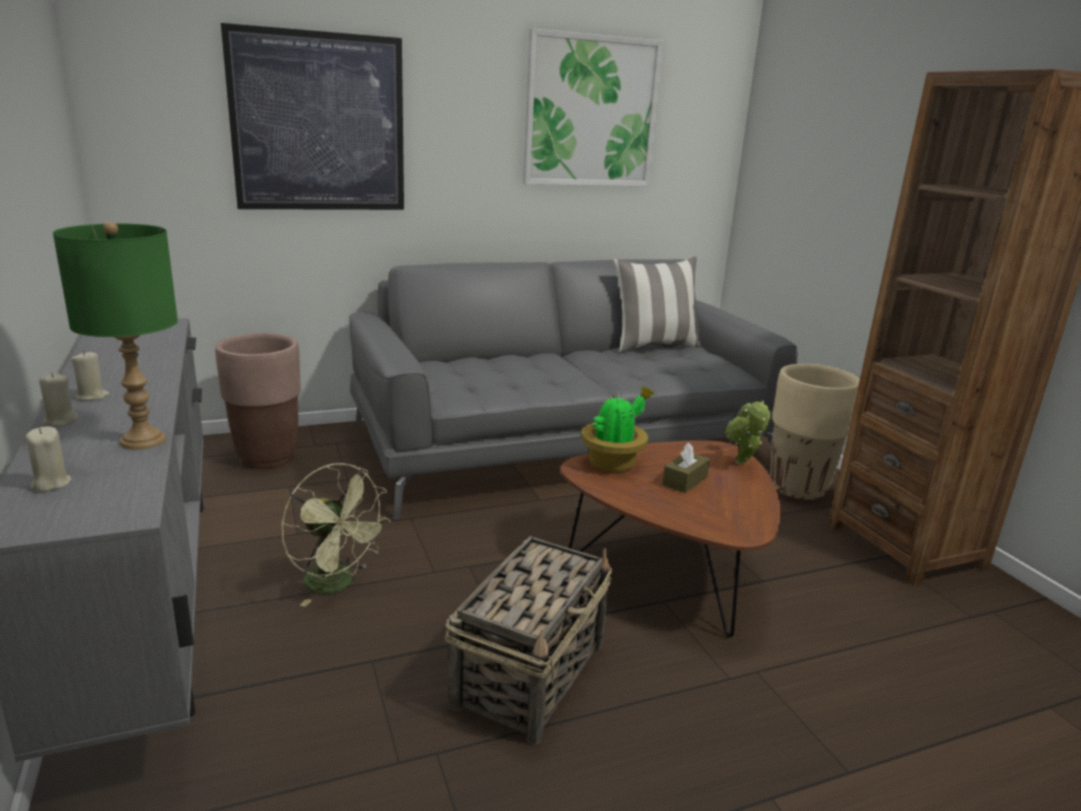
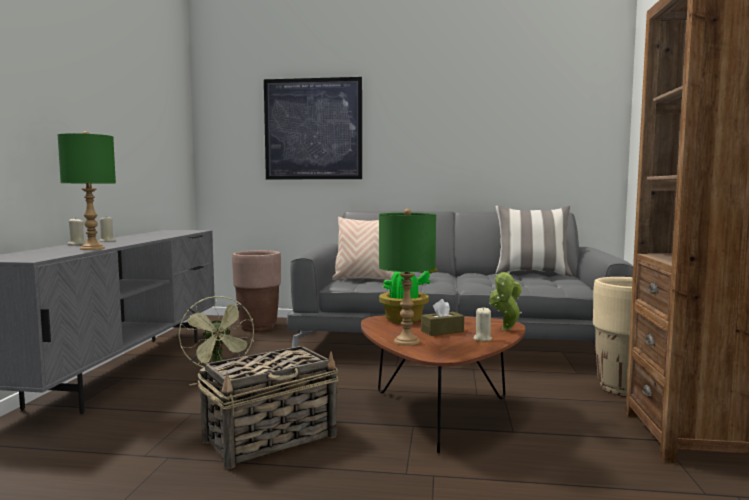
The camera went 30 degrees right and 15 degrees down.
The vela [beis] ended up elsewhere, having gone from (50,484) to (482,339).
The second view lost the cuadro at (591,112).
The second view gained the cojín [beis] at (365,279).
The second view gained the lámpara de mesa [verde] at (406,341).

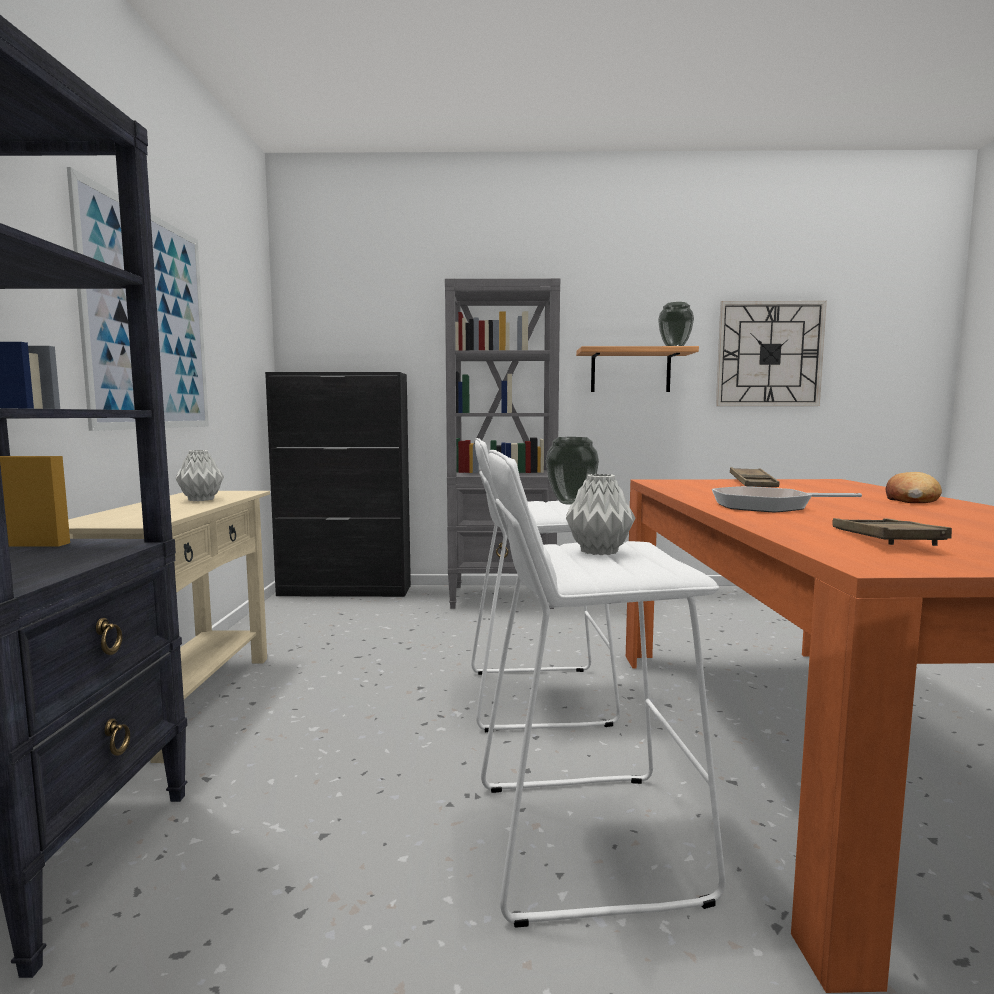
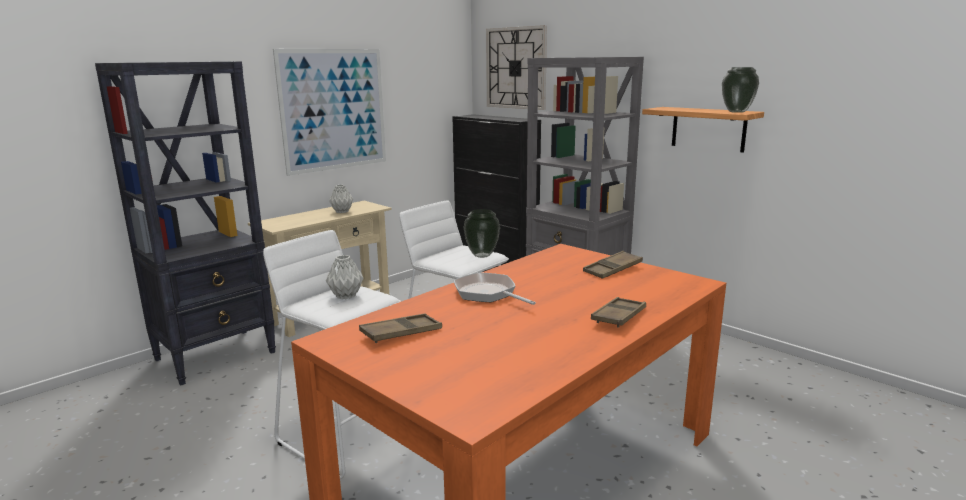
The camera went 45 degrees right and 10 degrees up.
The reloj de pared ended up elsewhere, having gone from (769,354) to (516,68).
Where the pan stood at (910,498), the bandeja [marrón] came to stand at (619,316).

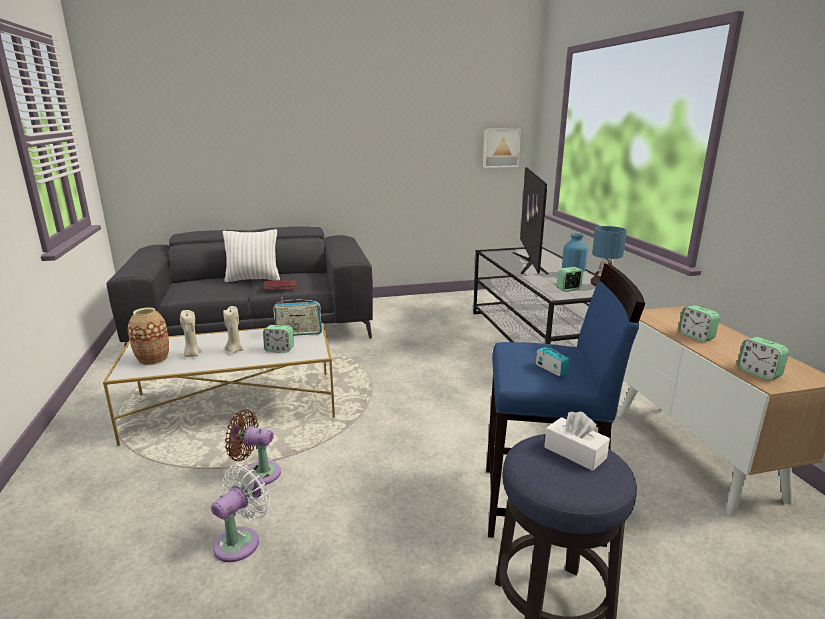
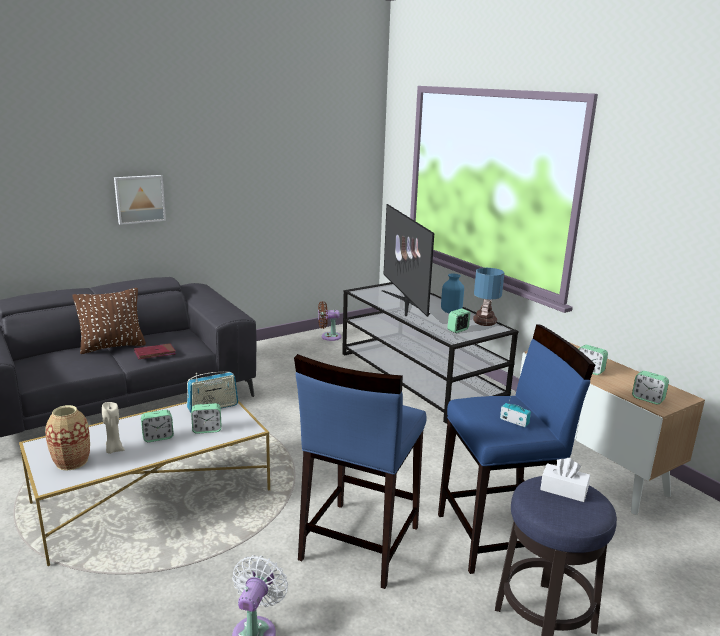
The camera went 20 degrees left and 0 degrees up.
What was the cojín [blanco] at (253,279) turned into the cojín [marrón] at (112,346).
Where the vela [beis] stood at (234,350), the despertador came to stand at (158,437).
The ventilador [marrón] ended up elsewhere, having gone from (257,473) to (328,337).
The cuadro ended up elsewhere, having gone from (500,148) to (139,199).
The second view gained the taburete [azul] at (358,543).

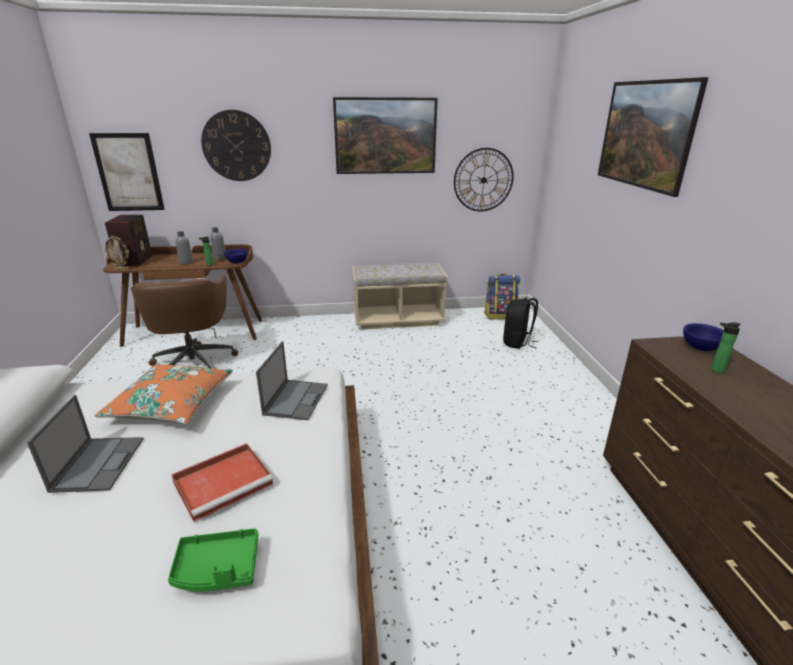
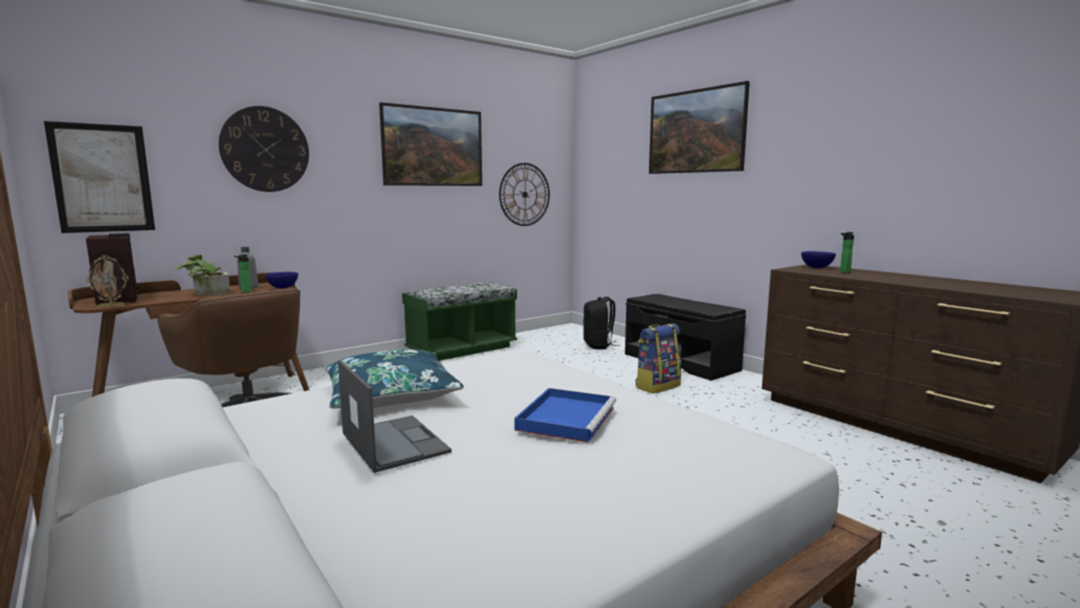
The camera went 30 degrees left and 15 degrees down.
What was the cojín [naranja] at (171,404) turned into the cojín [azul] at (390,395).
The second view lost the bandeja [verde] at (217,569).
What was the bandeja [rojo] at (225,482) turned into the bandeja [azul] at (566,418).
Where the botella [gris] stood at (186,262), the planta en maceta came to stand at (207,294).
The second view lost the portátil at (296,399).
What was the banco [beis] at (398,320) turned into the banco [verde] at (462,349).
The mochila ended up elsewhere, having gone from (500,315) to (657,386).
The second view gained the banco [negro] at (681,362).

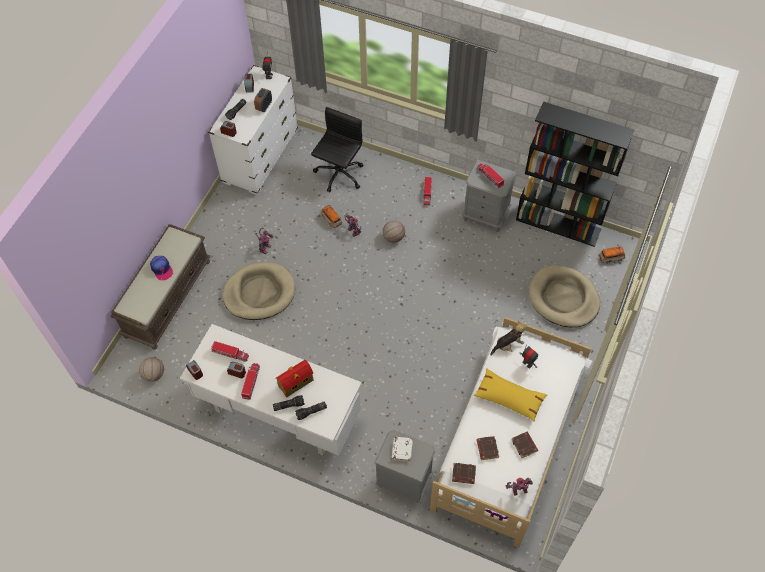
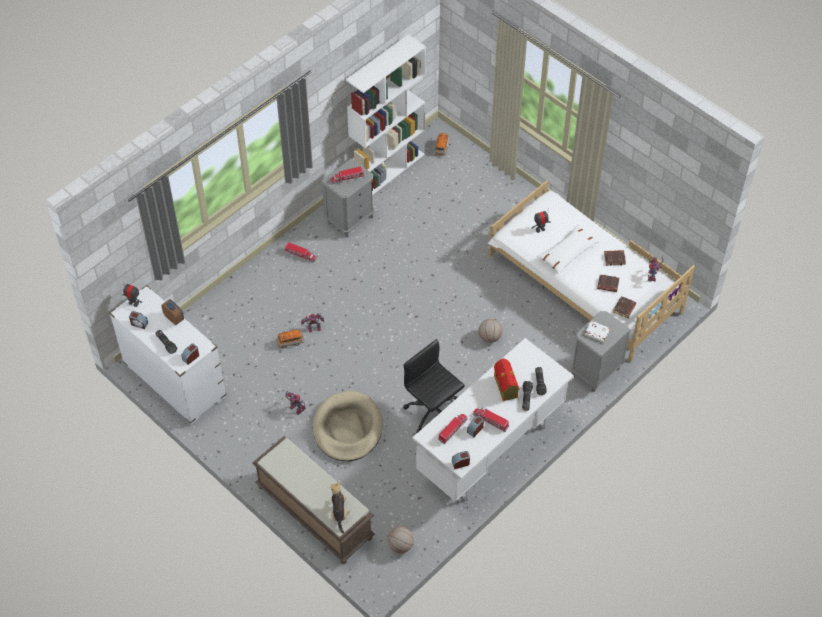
The camera went 70 degrees left and 5 degrees down.
The second view lost the gorra at (161,269).
The silla de oficina [negro] ended up elsewhere, having gone from (339,175) to (433,412).
The balón de baloncesto ended up elsewhere, having gone from (393,237) to (489,337).
What was the cojín [amarillo] at (509,398) turned into the cojín [blanco] at (567,253).
The peluche ended up elsewhere, having gone from (508,345) to (339,512).
What was the estantería [negro] at (558,224) turned into the estantería [blanco] at (388,170).
The second view lost the cama para perro [beis] at (563,298).

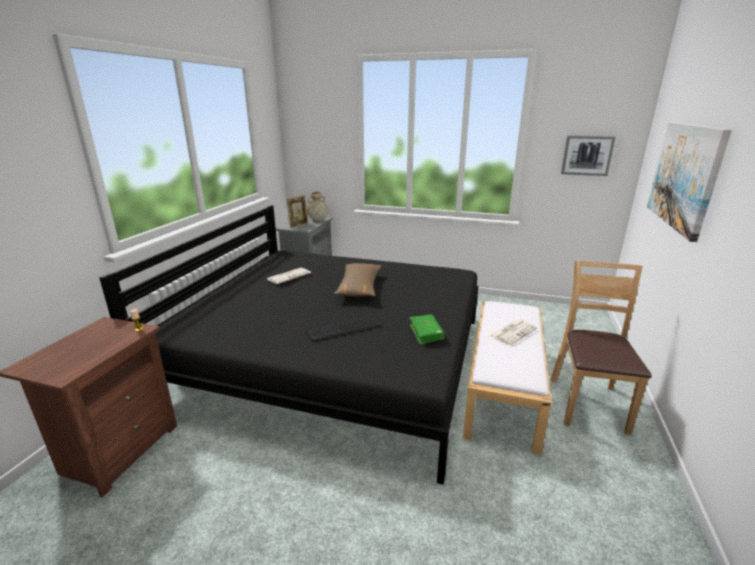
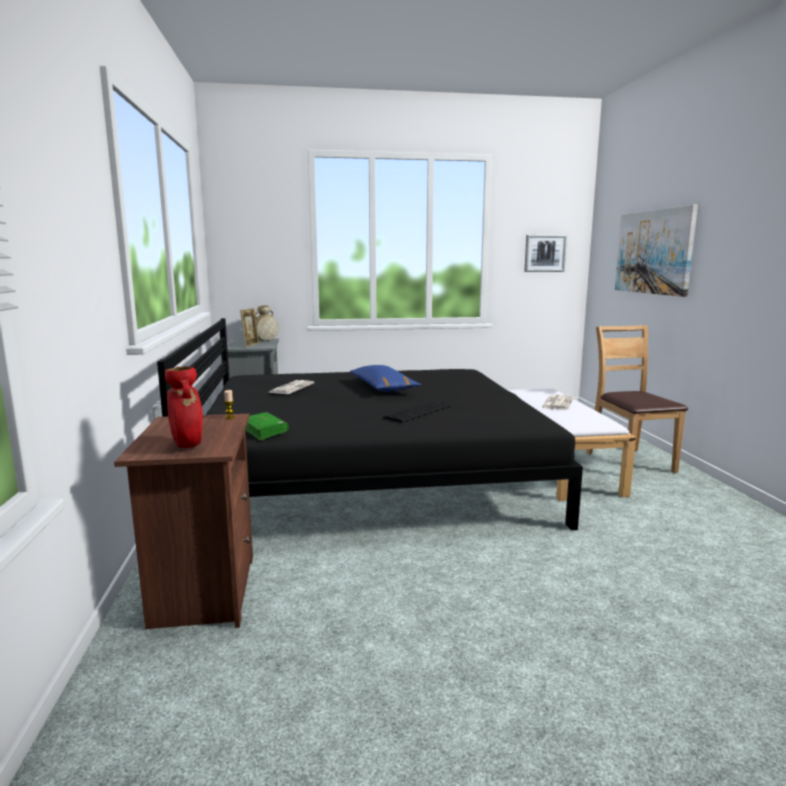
The camera went 25 degrees left and 10 degrees down.
What was the cojín [marrón] at (359,287) turned into the cojín [azul] at (383,387).
The libro [verde] ended up elsewhere, having gone from (426,333) to (264,432).
The second view gained the florero [rojo] at (188,446).

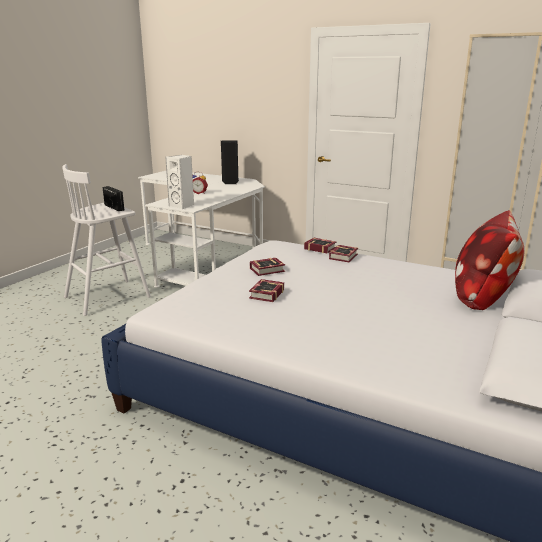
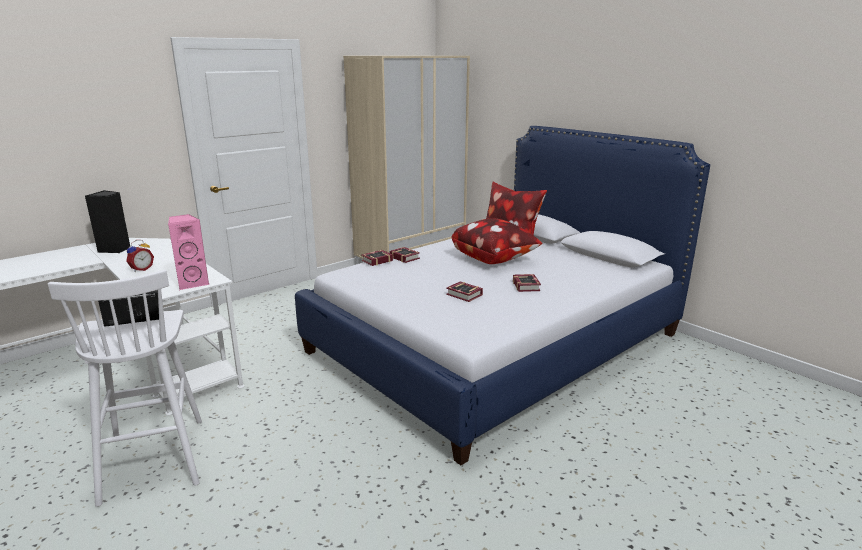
The camera went 70 degrees left and 0 degrees up.
What was the altavoz [blanco] at (182,206) turned into the altavoz [rosa] at (192,283).
The libro ended up elsewhere, having gone from (268,270) to (526,285).
The second view gained the cojín at (494,259).

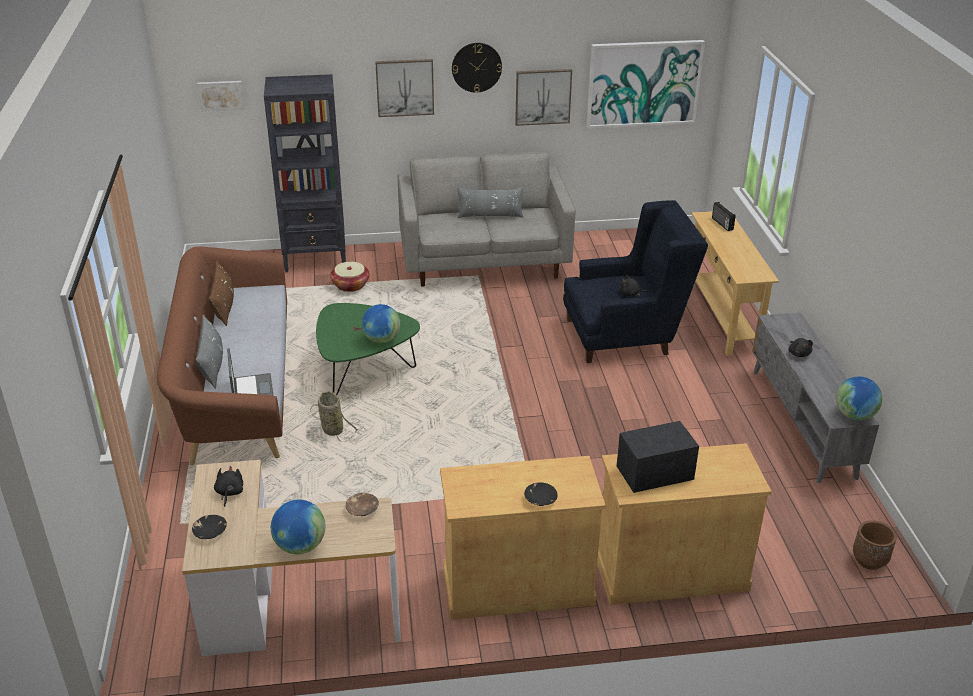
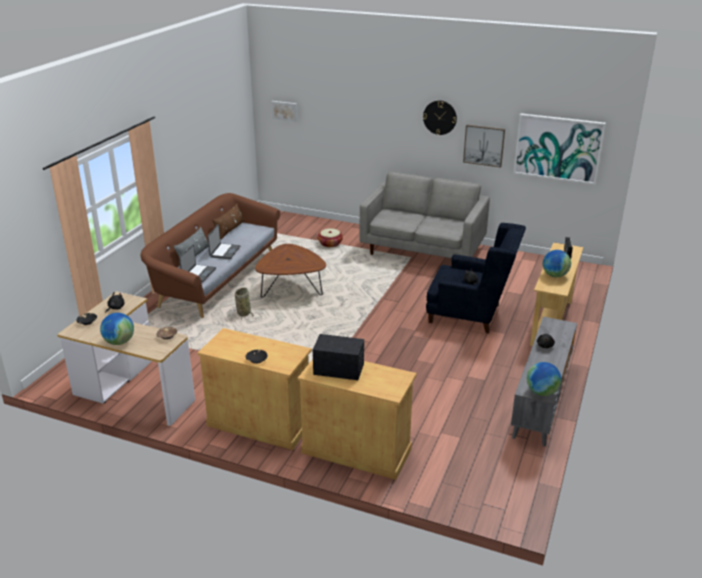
The camera went 30 degrees right and 5 degrees down.
The second view lost the estantería [negro] at (316,259).
What was the mesa de centro [verde] at (363,371) turned into the mesa de centro [marrón] at (291,289).
The globo terráqueo ended up elsewhere, having gone from (381,339) to (554,275).
The second view lost the cuadro at (405,87).
The second view lost the cojín [gris] at (490,215).
The second view lost the maceta [marrón] at (869,560).
The second view gained the portátil at (224,252).

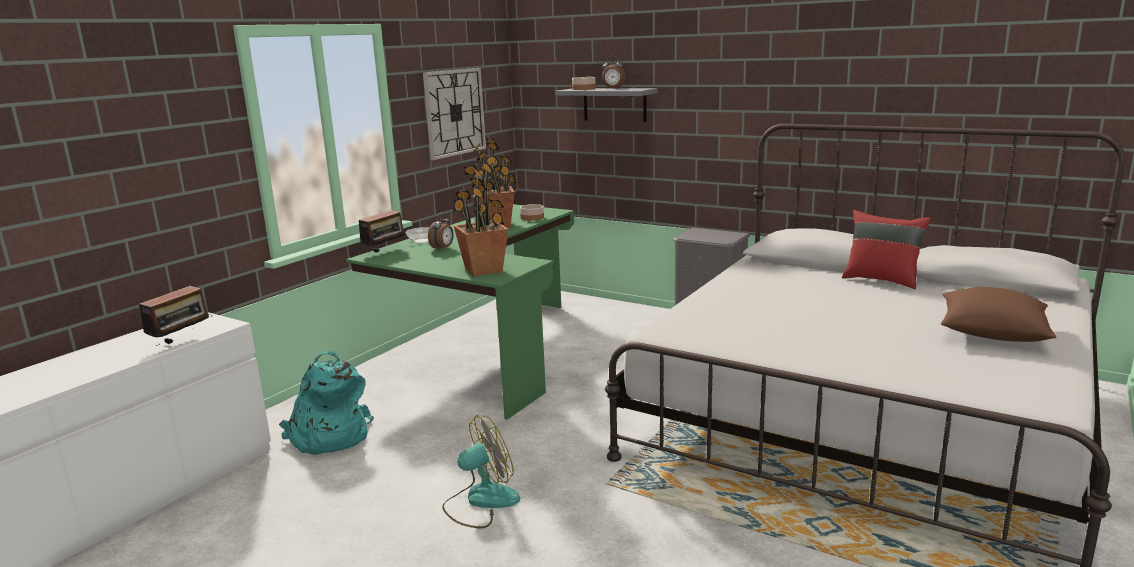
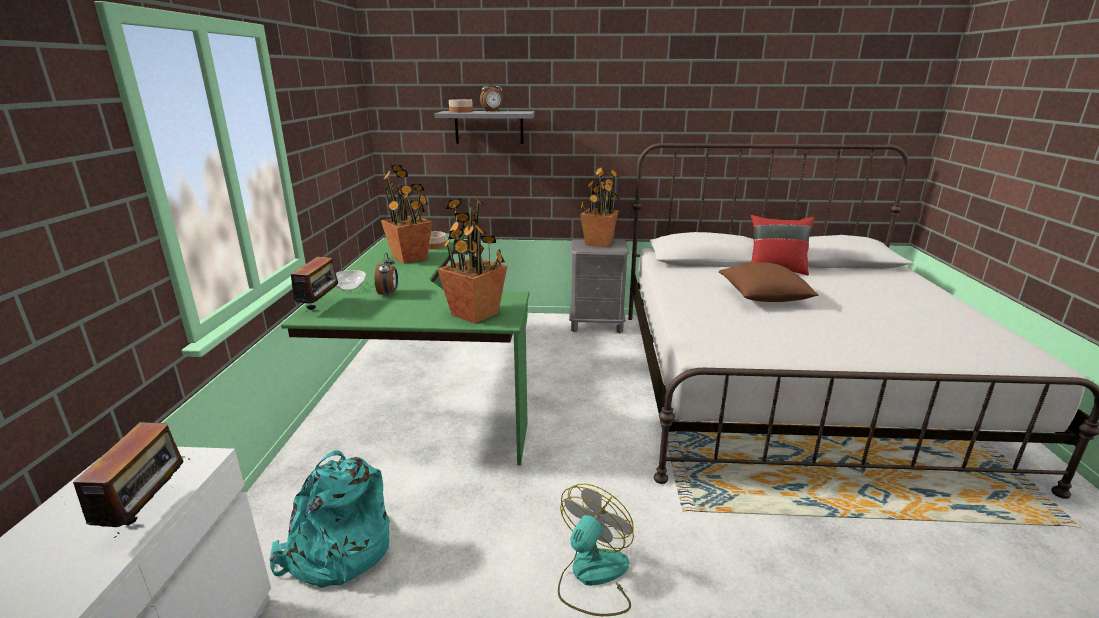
The camera went 30 degrees left and 5 degrees up.
The second view lost the reloj de pared at (454,112).
The cojín [marrón] ended up elsewhere, having gone from (992,334) to (763,297).
The second view gained the planta en maceta at (598,243).

